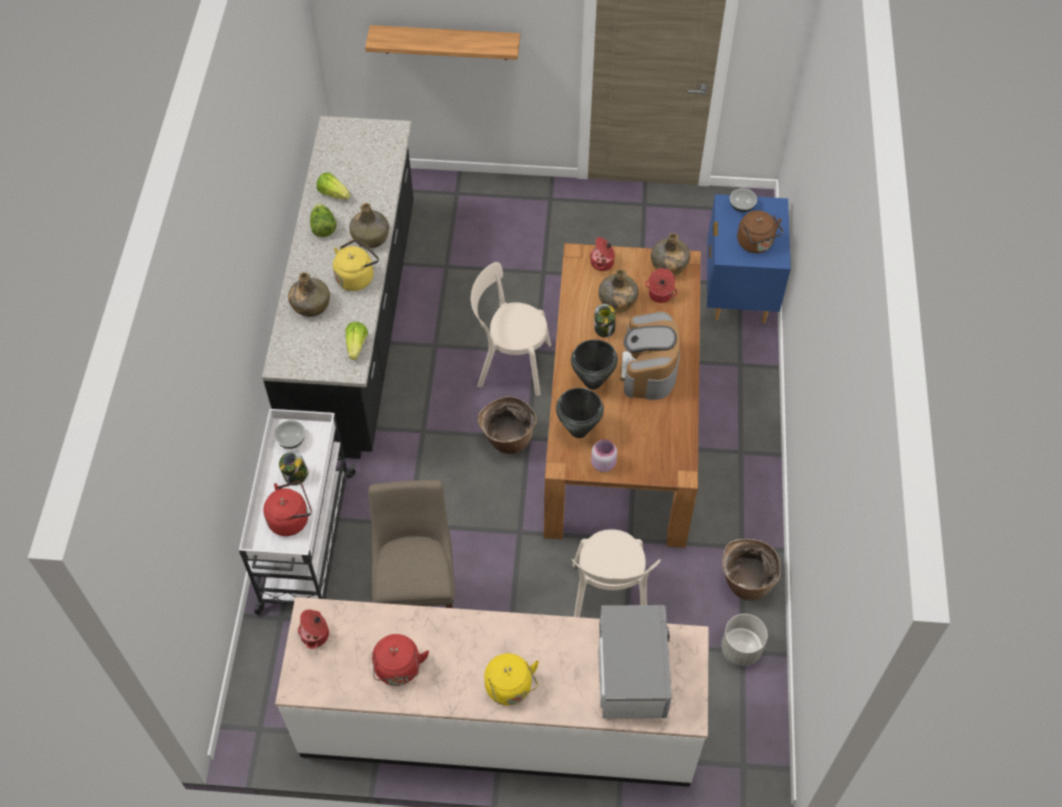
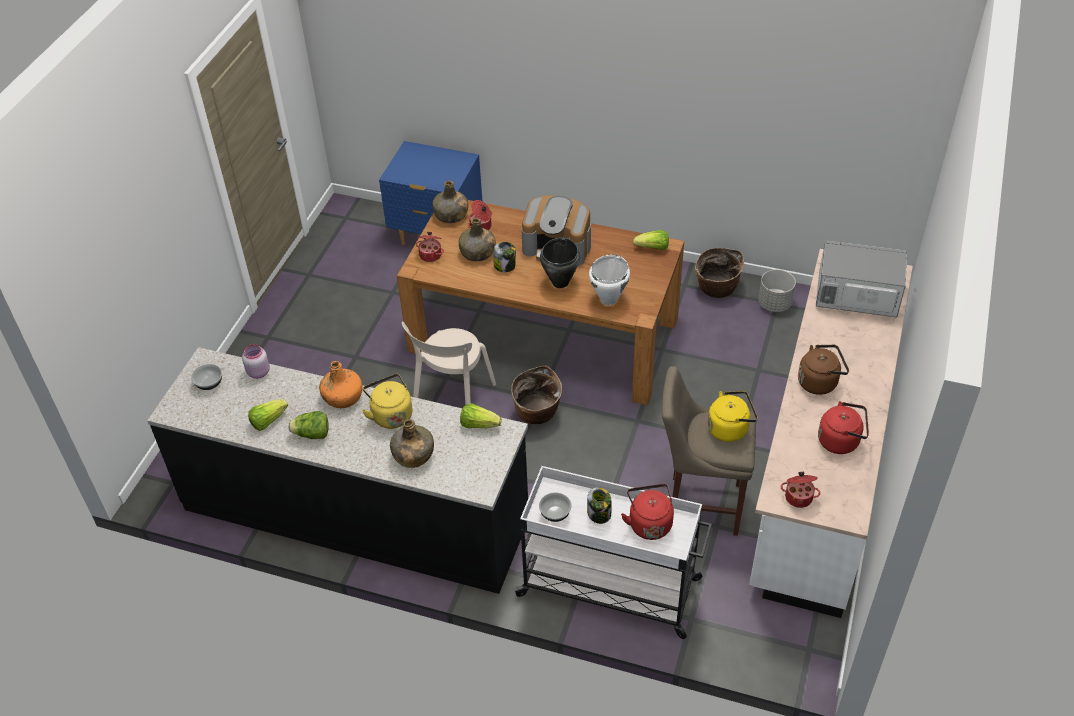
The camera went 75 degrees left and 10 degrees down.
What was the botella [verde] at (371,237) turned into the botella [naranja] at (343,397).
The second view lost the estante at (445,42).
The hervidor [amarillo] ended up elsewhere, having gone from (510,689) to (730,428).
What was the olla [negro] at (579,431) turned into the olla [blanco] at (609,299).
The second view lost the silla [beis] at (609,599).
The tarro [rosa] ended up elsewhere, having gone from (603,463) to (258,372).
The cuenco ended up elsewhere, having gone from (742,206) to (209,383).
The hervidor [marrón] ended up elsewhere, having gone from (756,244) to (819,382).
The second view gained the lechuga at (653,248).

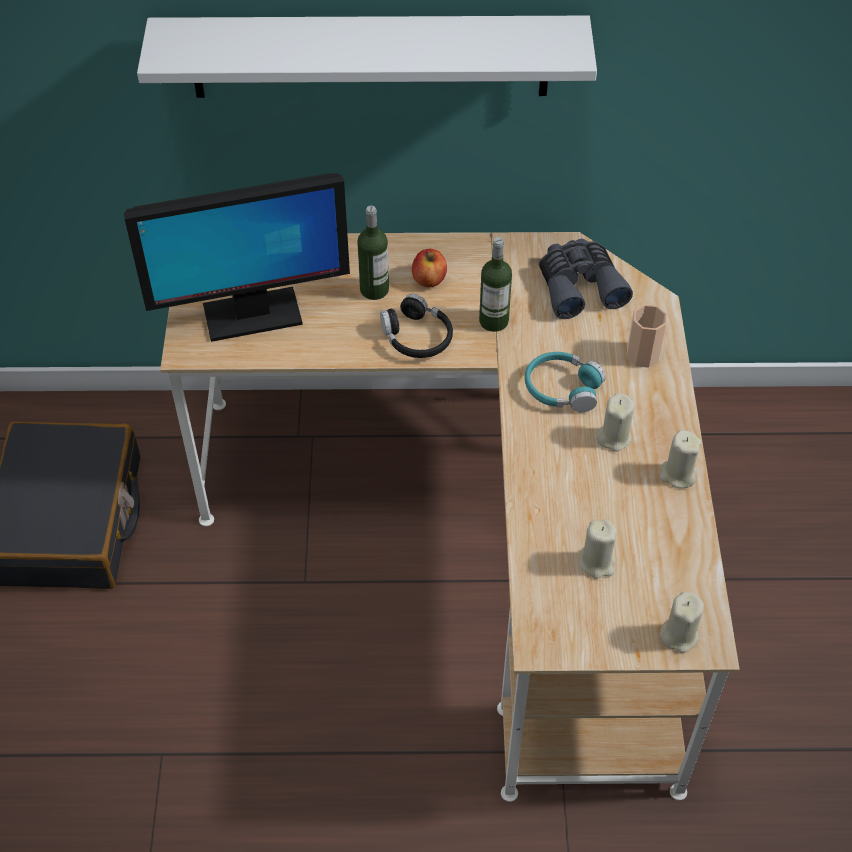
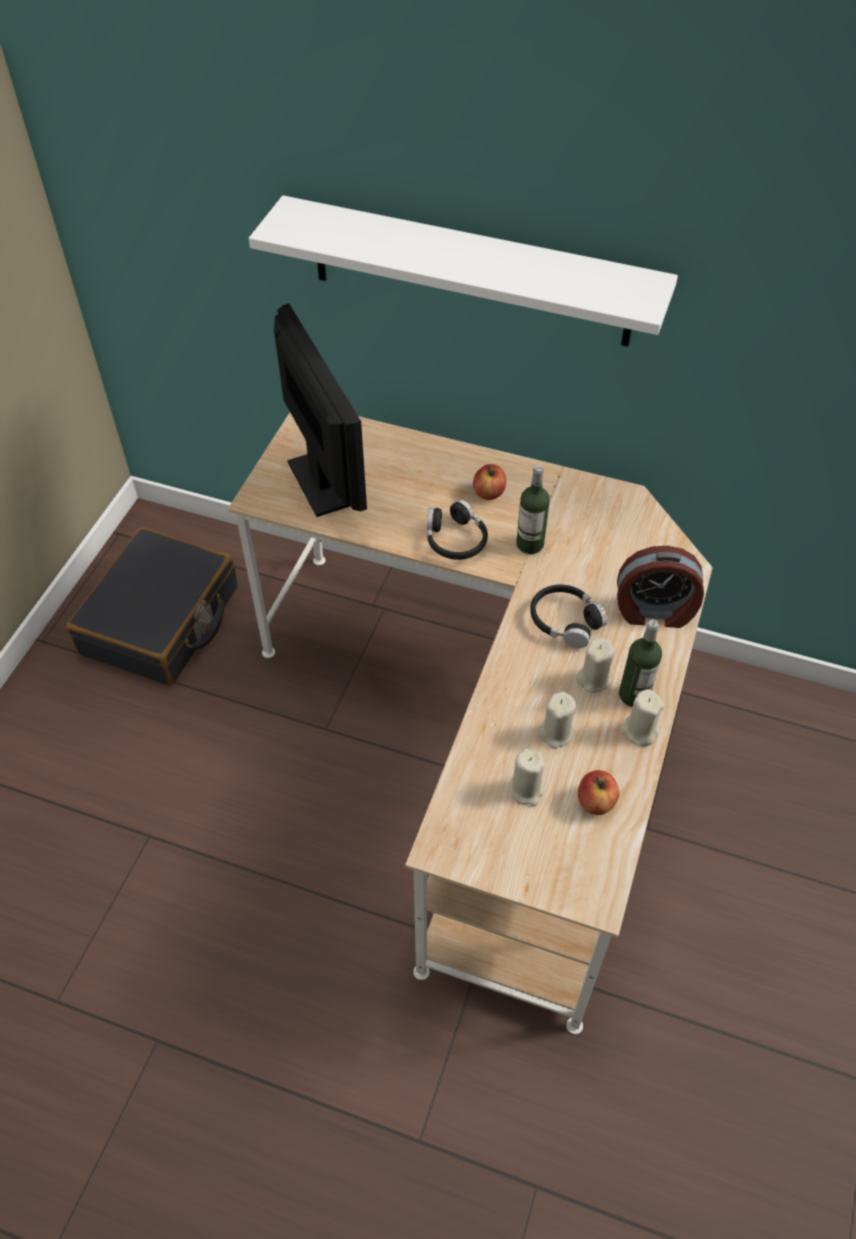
The camera went 20 degrees right and 0 degrees up.
The monitor at (251,315) ended up facing another way, 120 degrees counterclockwise from before.
The botella ended up elsewhere, having gone from (374,289) to (634,695).
What was the auriculares [turquesa] at (562,389) turned into the auriculares [negro] at (565,621).
The second view lost the prismáticos [gris] at (579,286).
Where the taza stood at (642,355), the despertador came to stand at (654,611).
The vela [beis] ended up elsewhere, having gone from (678,635) to (556,732).
The second view gained the manzana at (596,801).

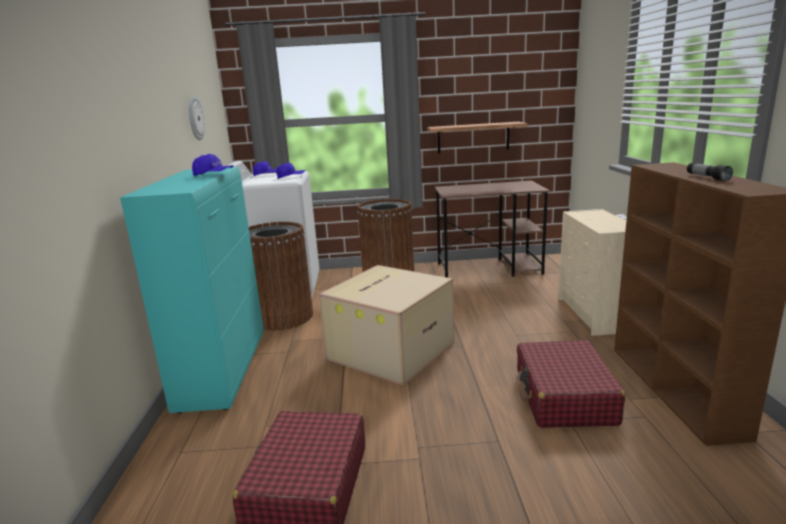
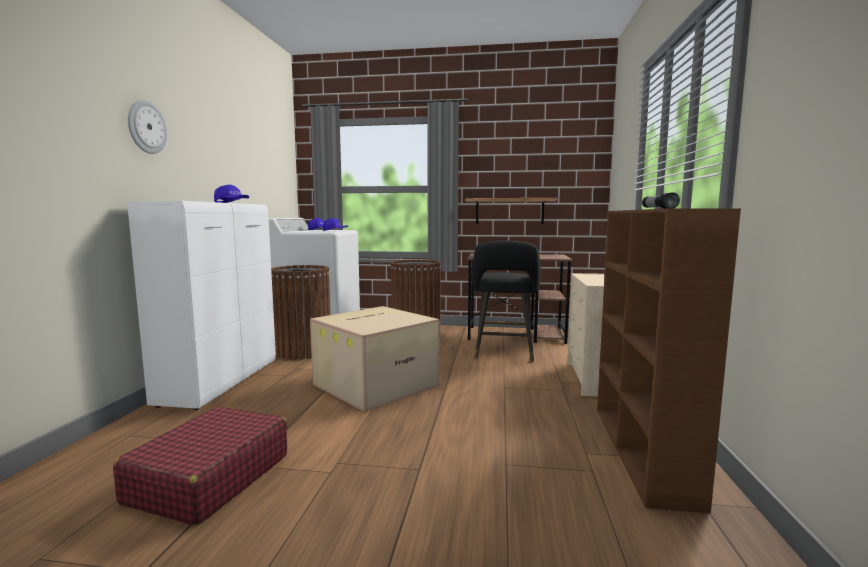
The camera went 10 degrees right and 10 degrees down.
What was the armario [turquesa] at (223,370) turned into the armario [blanco] at (221,382).
The reloj de pared ended up elsewhere, having gone from (195,118) to (146,127).
The second view lost the maleta [rojo] at (564,397).
The second view gained the taburete [negro] at (503,354).

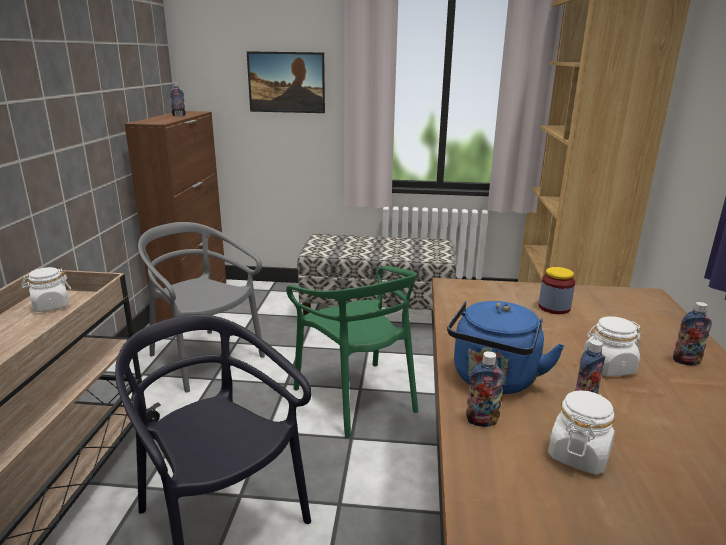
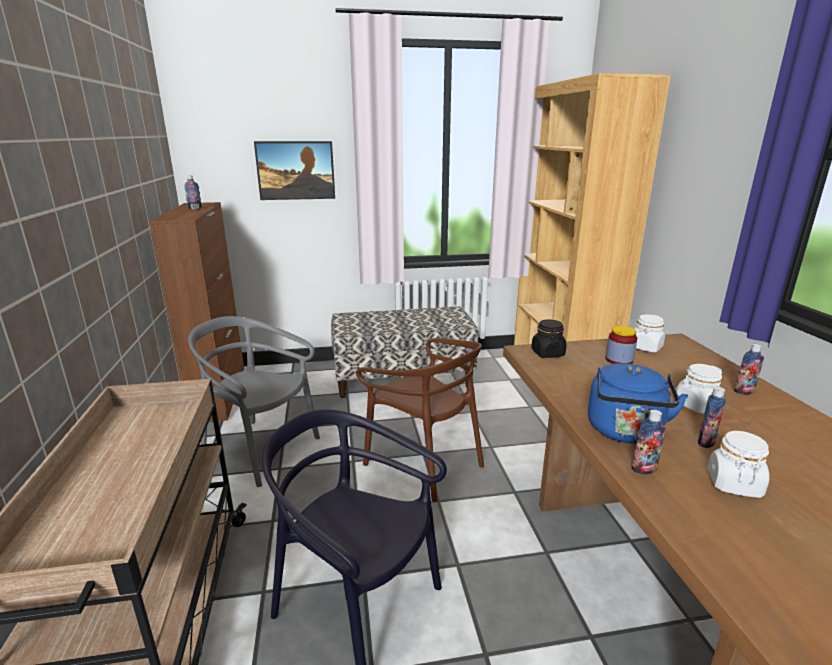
The camera went 15 degrees left and 0 degrees up.
The tarro [blanco] ended up elsewhere, having gone from (50,306) to (645,347).
What was the silla [verde] at (357,397) turned into the silla [marrón] at (424,462).
The second view gained the tarro [negro] at (547,353).

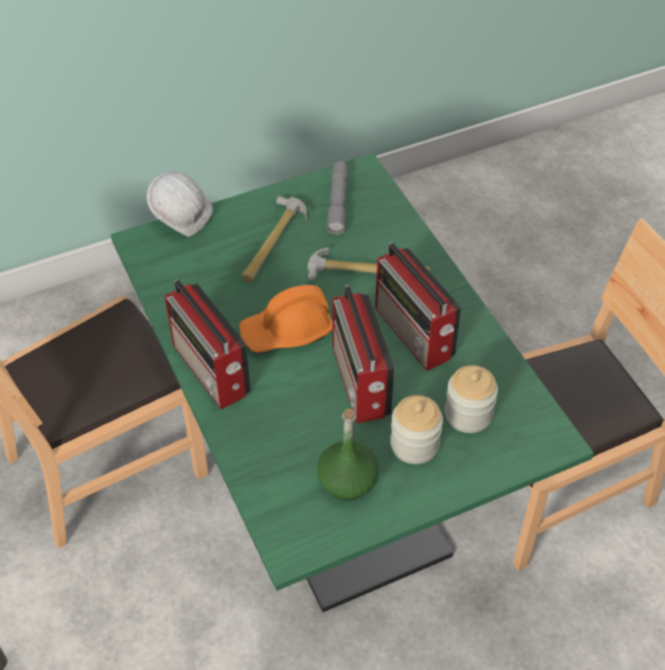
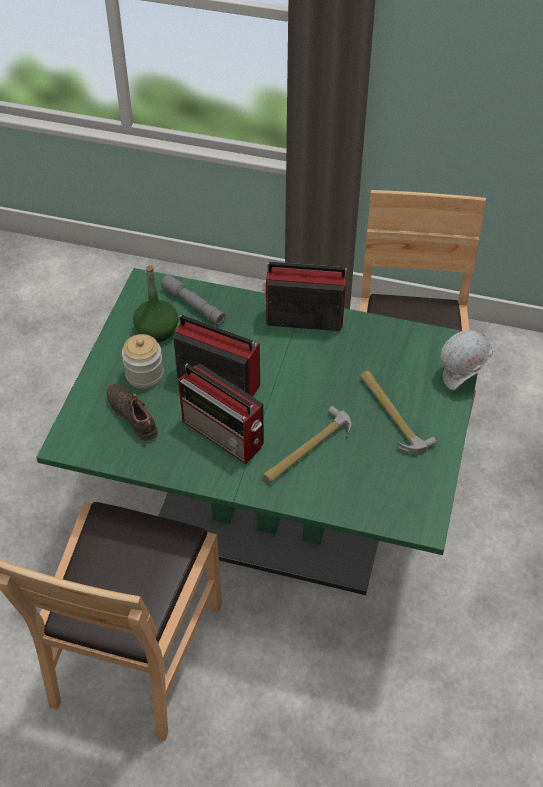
The camera went 130 degrees right and 0 degrees up.
The second view lost the casco [naranja] at (287,331).
The linterna [gris] ended up elsewhere, having gone from (337,203) to (193,305).
The radio at (415,334) ended up facing another way, 150 degrees counterclockwise from before.
Where the tarro stood at (468,414), the zapato [negro] came to stand at (134,415).

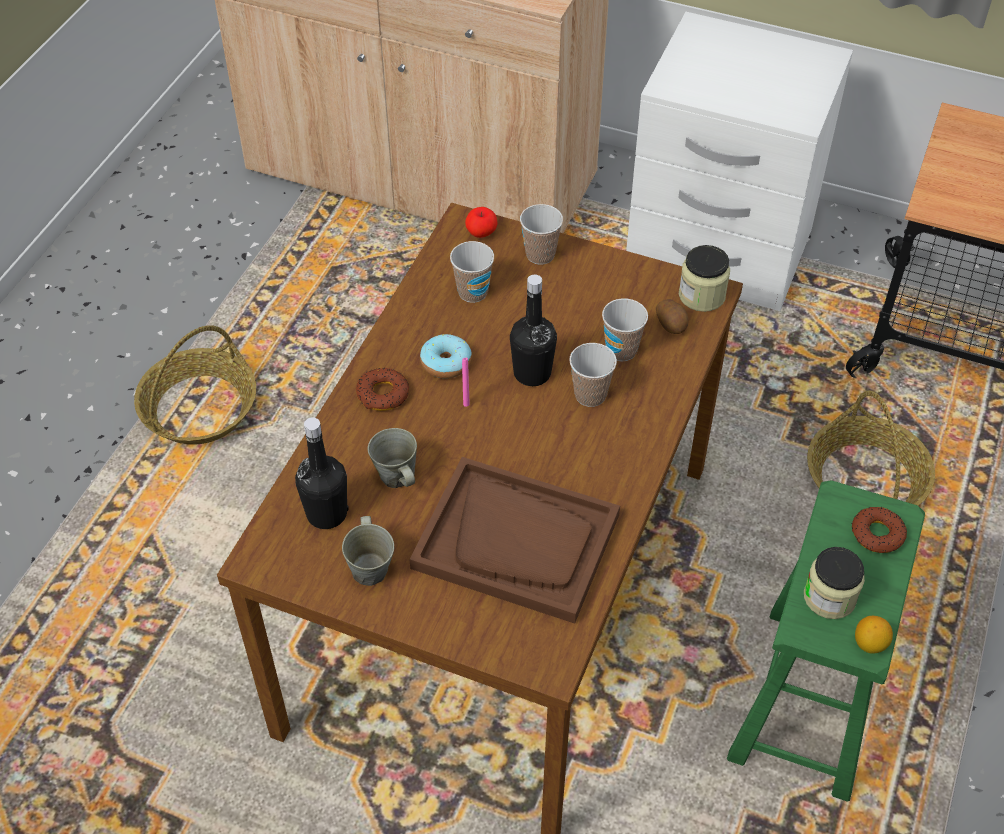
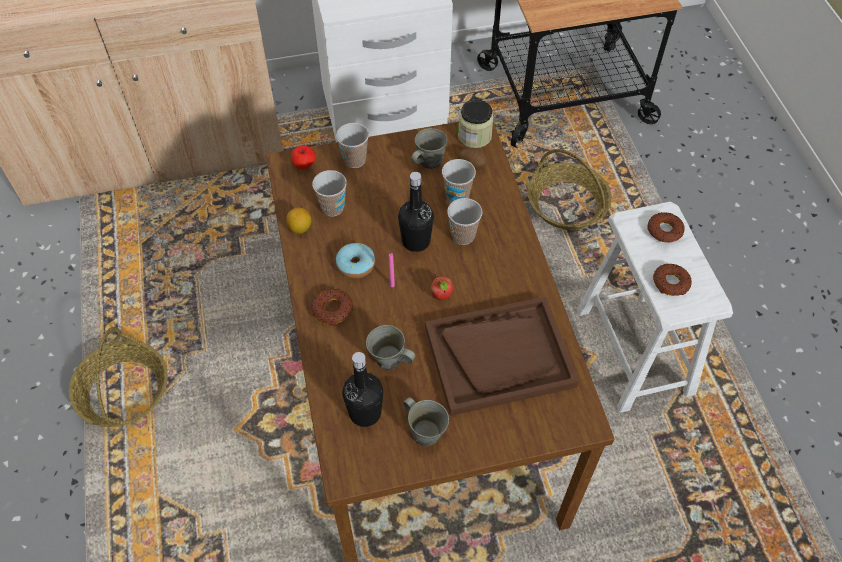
The camera went 35 degrees left and 5 degrees up.
What was the taburete [verde] at (809,702) turned into the taburete [blanco] at (634,351).
Where the tarro stood at (829,597), the rosquilla came to stand at (671,283).
The limón ended up elsewhere, having gone from (869,644) to (300,228).
The second view gained the taza grande [gris] at (428,162).
The second view gained the manzana at (442,296).

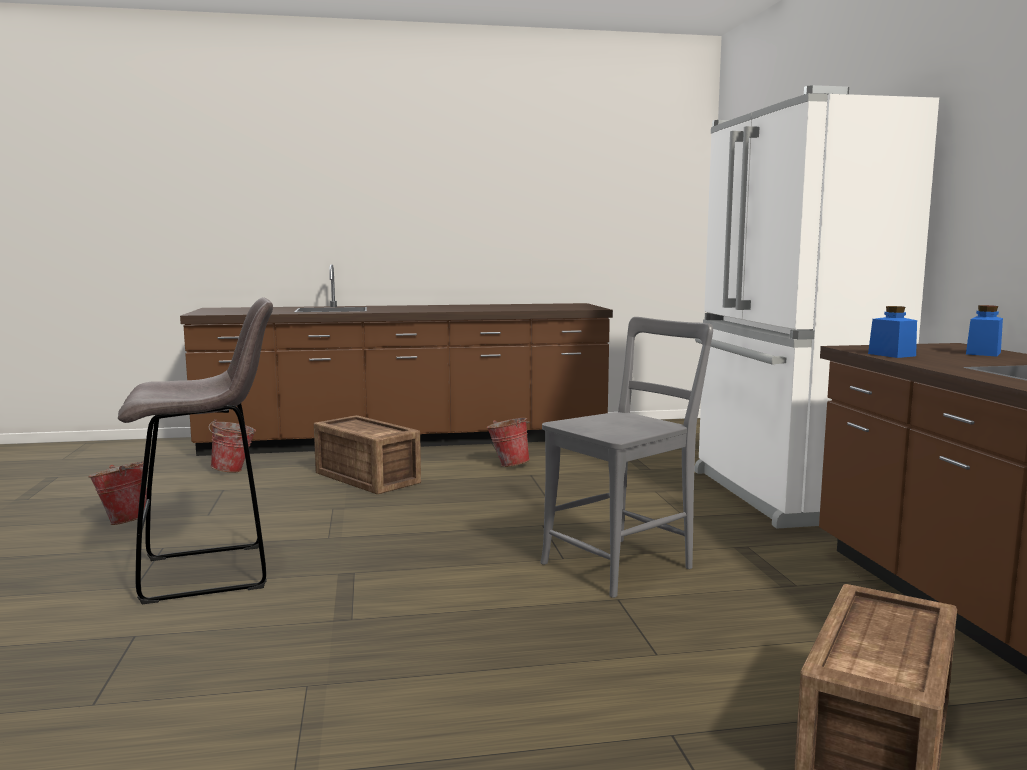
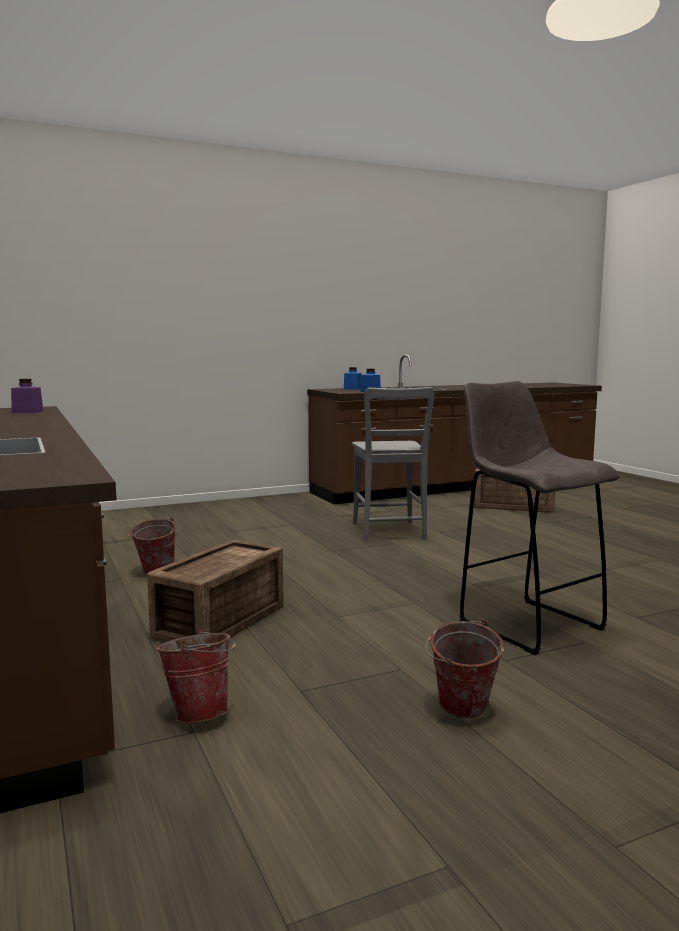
The camera went 105 degrees left and 0 degrees up.
The silla [gris] at (623,564) ended up facing another way, 135 degrees counterclockwise from before.
The second view lost the nevera [blanco] at (785,495).
The second view gained the tarro [morado] at (27,412).

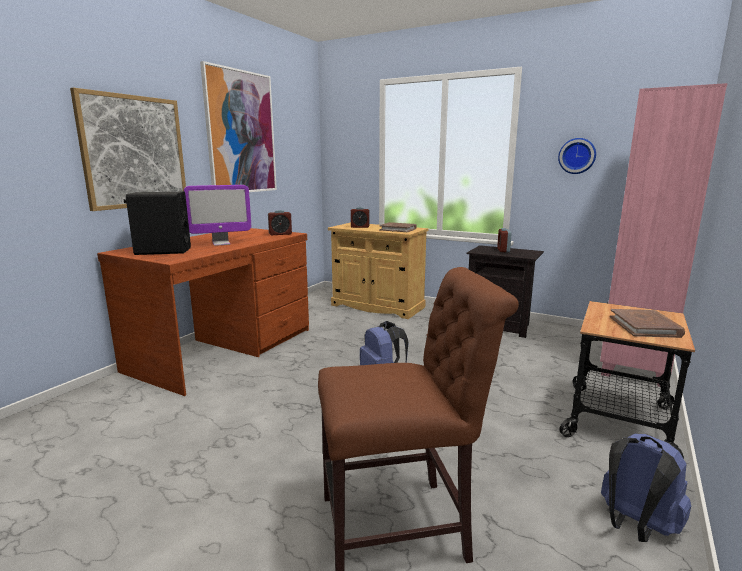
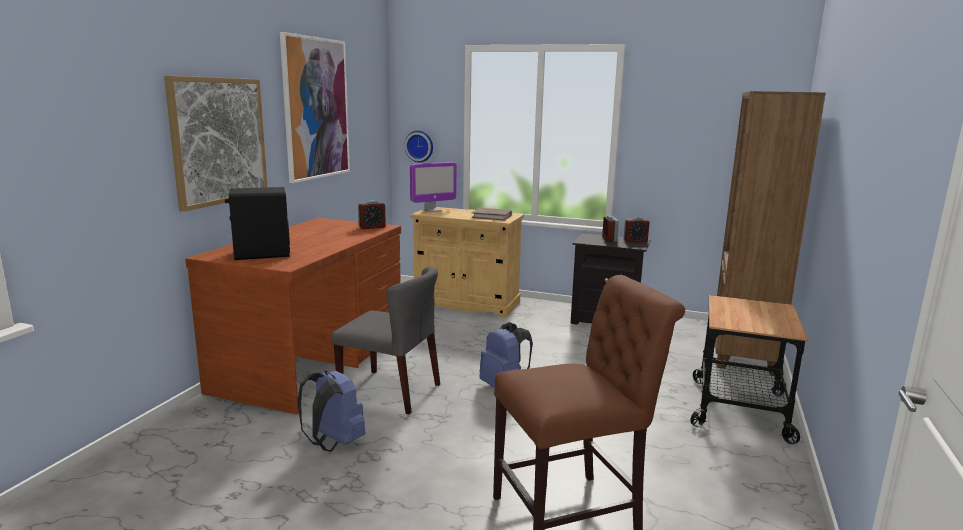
The camera went 10 degrees left and 0 degrees up.
The monitor ended up elsewhere, having gone from (221,243) to (433,210).
The despertador ended up elsewhere, having gone from (360,227) to (635,241).
The reloj de pared ended up elsewhere, having gone from (577,156) to (420,146).
What was the estantería [rosa] at (631,359) turned into the estantería [marrón] at (742,350).
The mochila [azul] ended up elsewhere, having gone from (635,526) to (334,443).
The second view lost the libro [marrón] at (645,326).
The second view gained the silla [gris] at (391,391).

